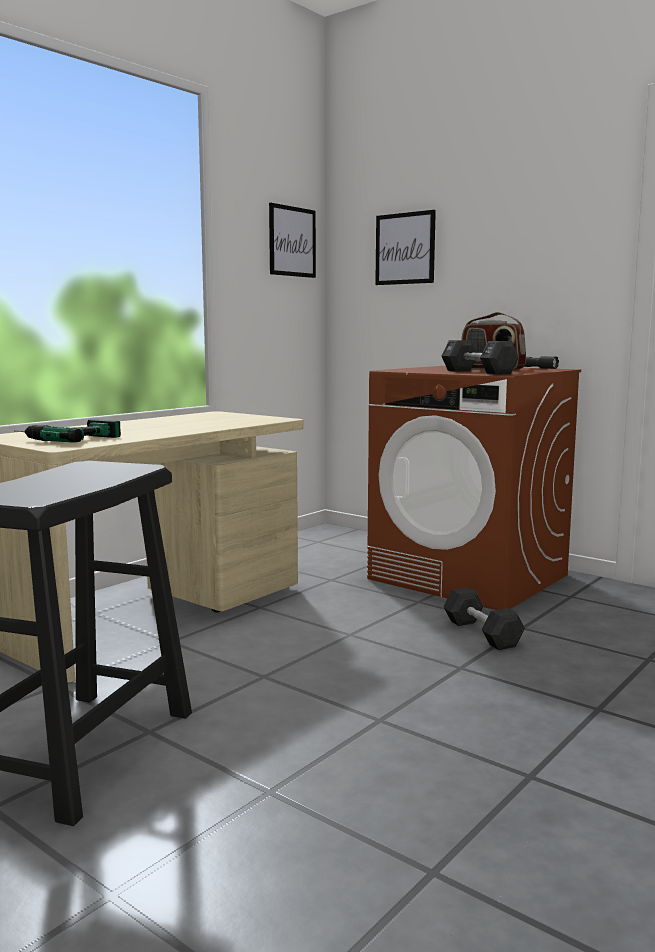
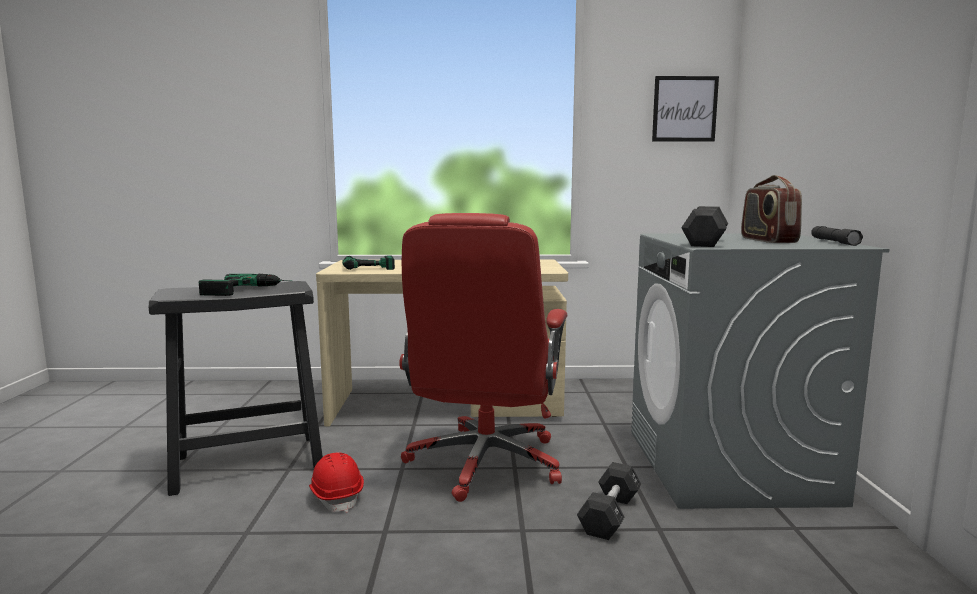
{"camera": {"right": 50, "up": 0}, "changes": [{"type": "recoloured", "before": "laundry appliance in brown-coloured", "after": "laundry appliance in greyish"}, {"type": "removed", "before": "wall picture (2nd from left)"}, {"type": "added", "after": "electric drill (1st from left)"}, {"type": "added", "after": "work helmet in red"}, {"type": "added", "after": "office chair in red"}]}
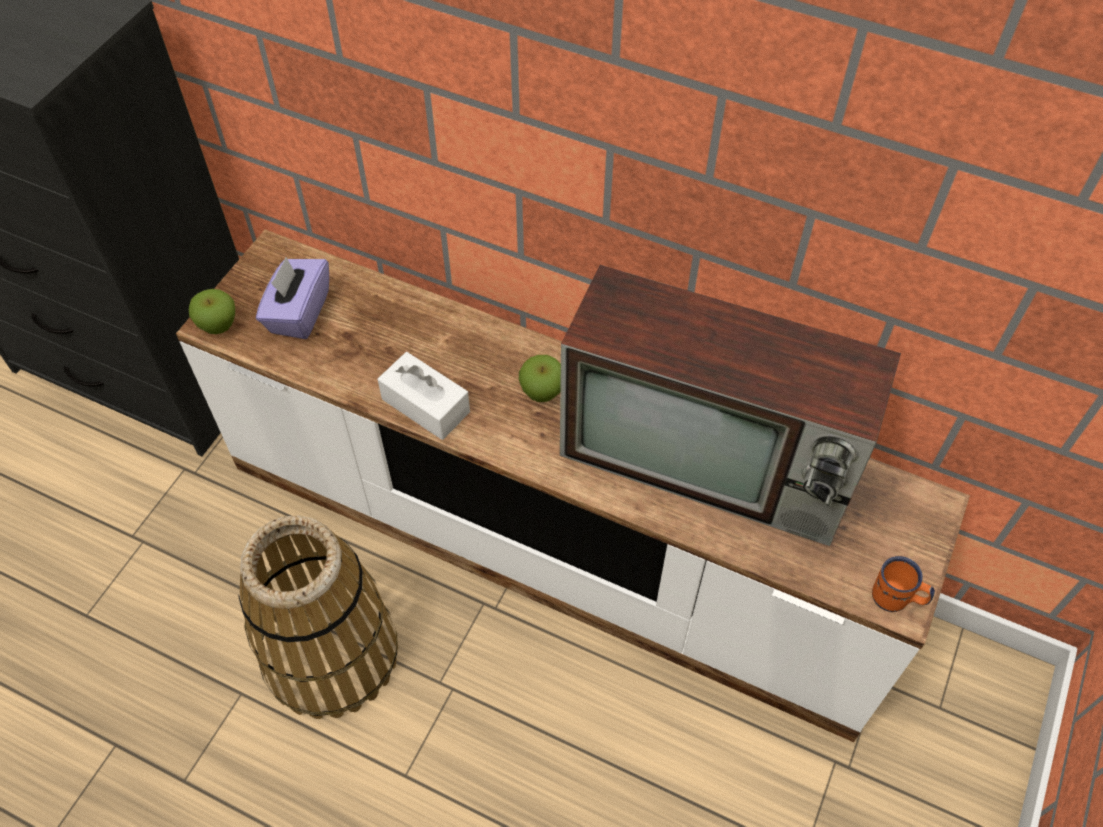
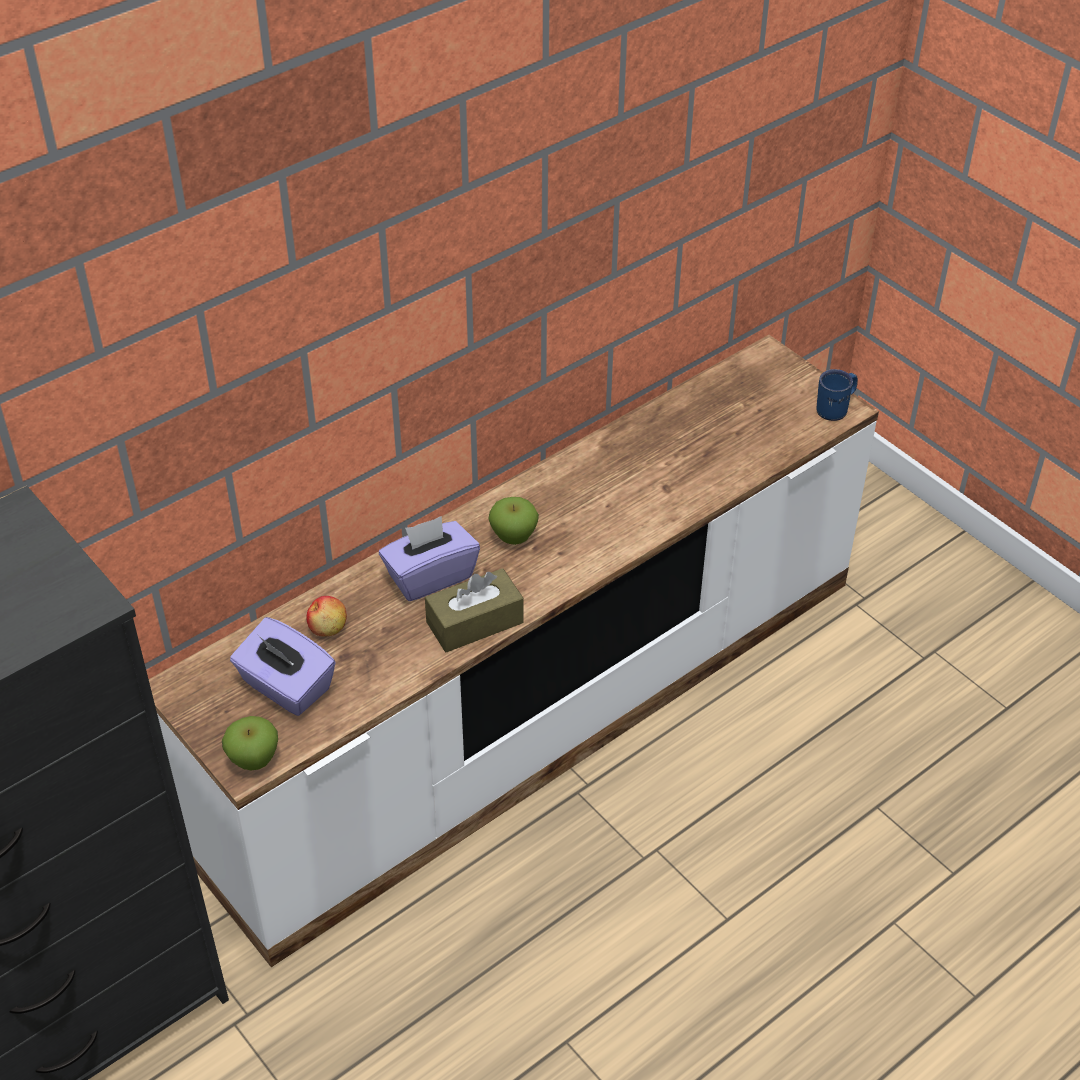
{"camera": {"right": -65, "up": -10}, "changes": [{"type": "removed", "before": "basket"}, {"type": "recoloured", "before": "box of tissues in white-coloured", "after": "box of tissues in brown-coloured"}, {"type": "removed", "before": "TV set"}, {"type": "recoloured", "before": "coffee mug in orange-coloured", "after": "coffee mug in bluish"}, {"type": "added", "after": "apple (2nd from left)"}, {"type": "added", "after": "box of tissues in purple (2nd from left)"}]}
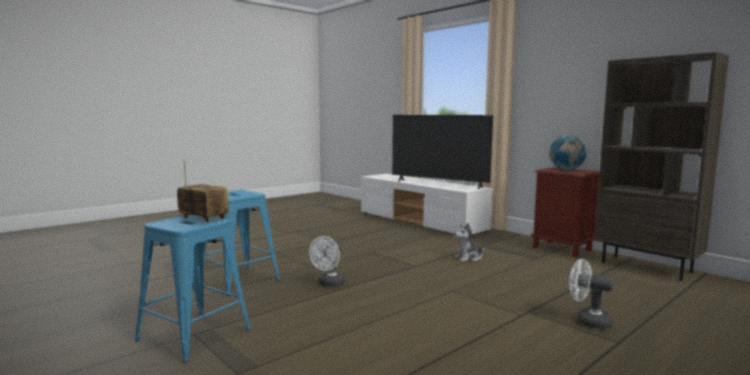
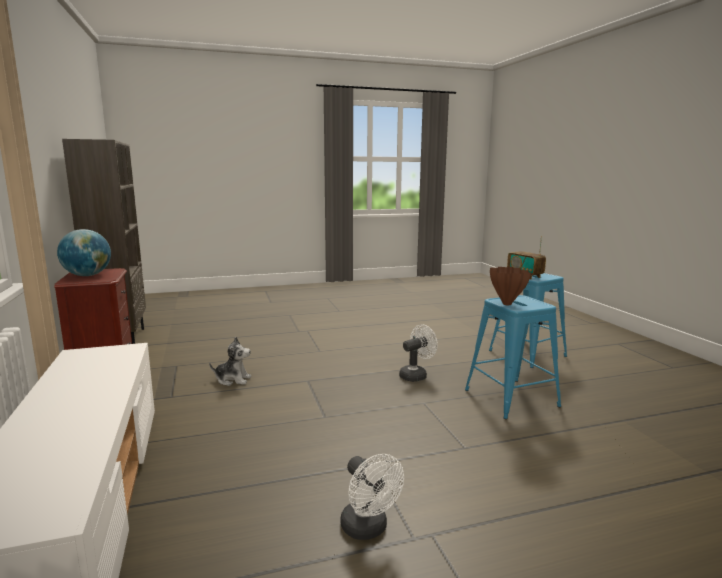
{"camera": {"right": -155, "up": 5}, "changes": [{"type": "removed", "before": "TV set"}, {"type": "moved", "before": "electric fan in white-coloured (2nd from left in the first image)", "after": "electric fan in white-coloured (1st from left)"}, {"type": "added", "after": "flower vase in brown-coloured"}]}
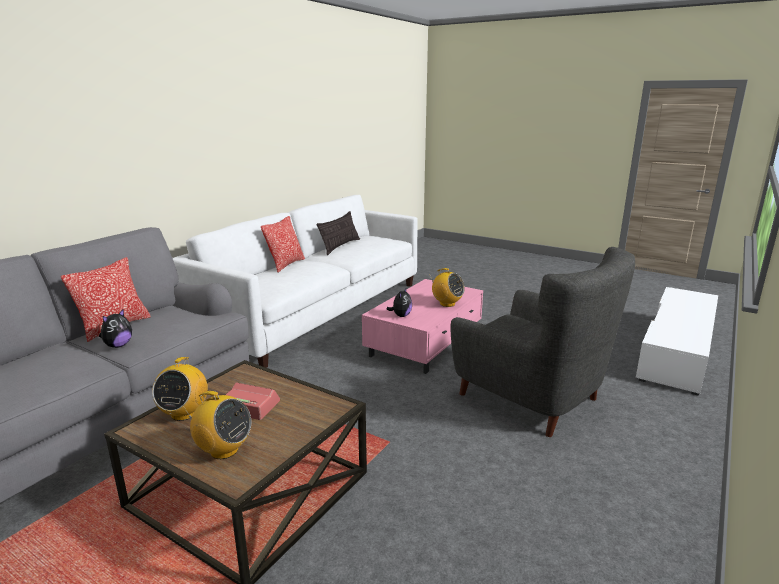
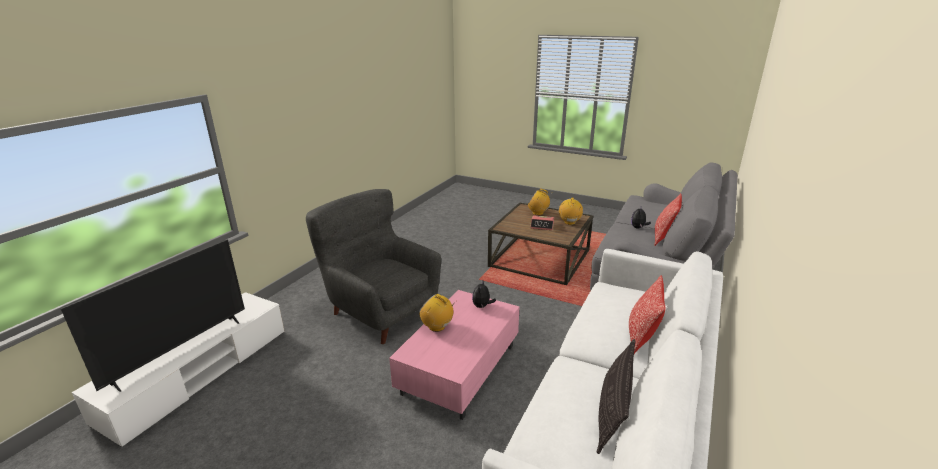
{"camera": {"right": 175, "up": 5}, "changes": [{"type": "added", "after": "TV set"}]}
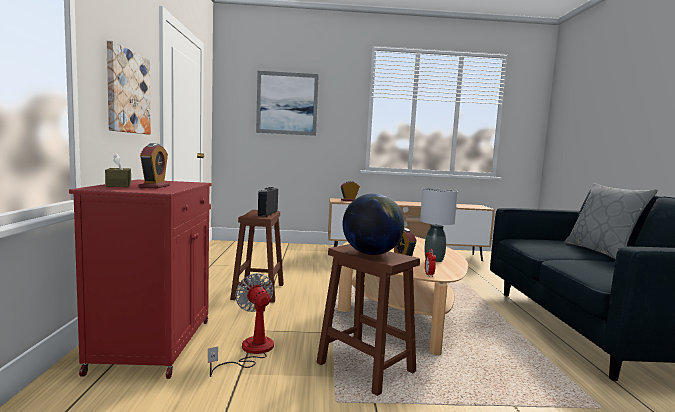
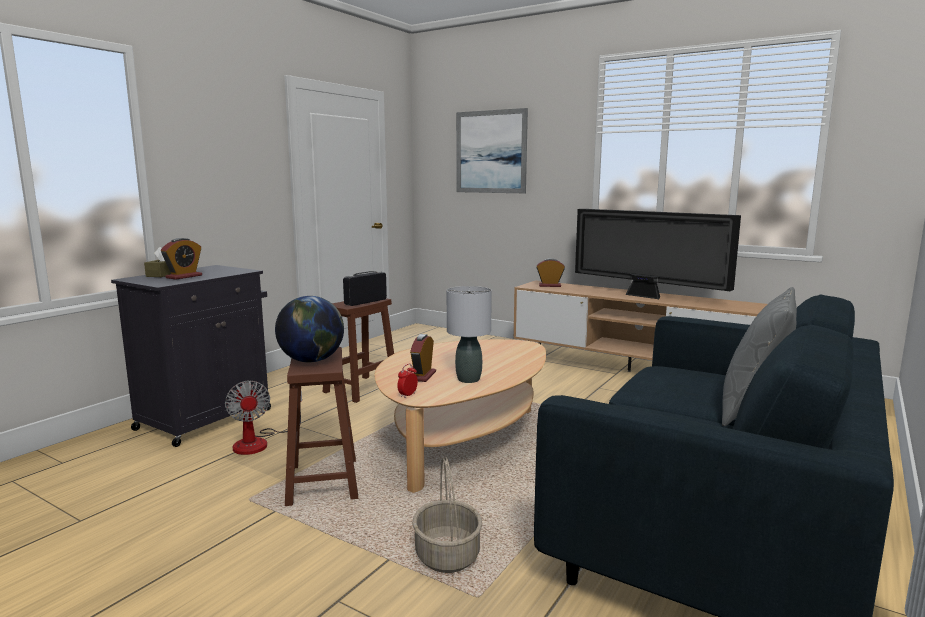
{"camera": {"right": 35, "up": 5}, "changes": [{"type": "recoloured", "before": "cabinet in red", "after": "cabinet in black-coloured"}, {"type": "removed", "before": "wall picture (1st from left)"}, {"type": "turned", "before": "electric fan", "turn": 150}, {"type": "added", "after": "basket"}, {"type": "added", "after": "TV set"}]}
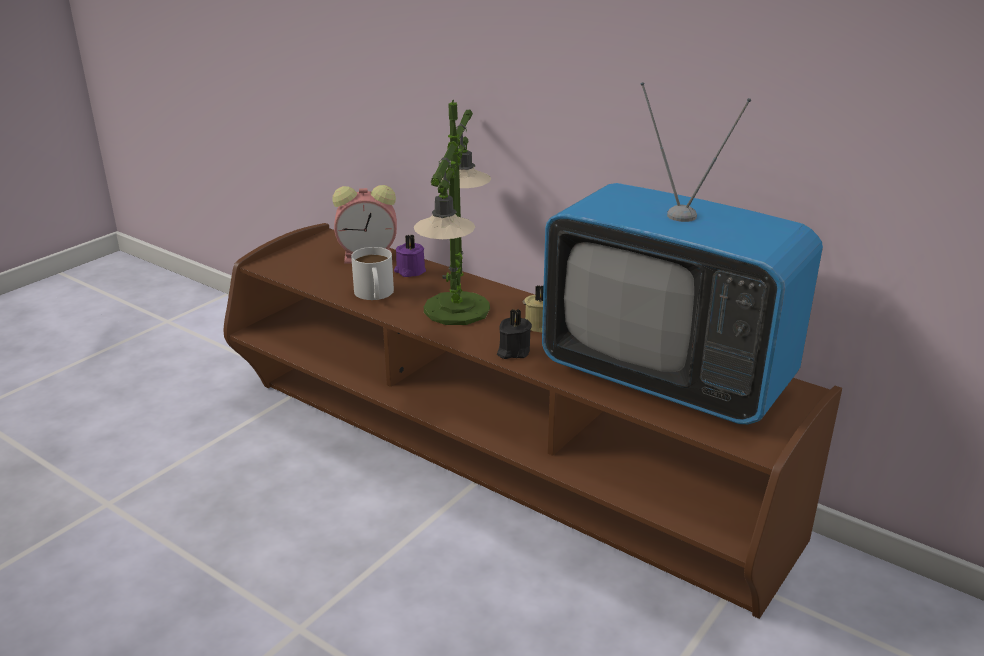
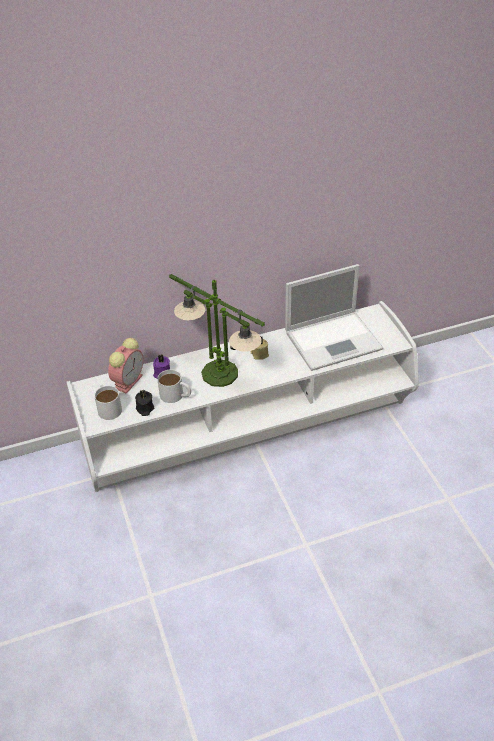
{"camera": {"right": -55, "up": 15}, "changes": [{"type": "recoloured", "before": "media console in brown-coloured", "after": "media console in white-coloured"}, {"type": "moved", "before": "wax light in black-coloured"}, {"type": "replaced", "before": "TV set", "after": "notebook computer"}, {"type": "added", "after": "coffee mug in white-coloured (1st from left)"}]}
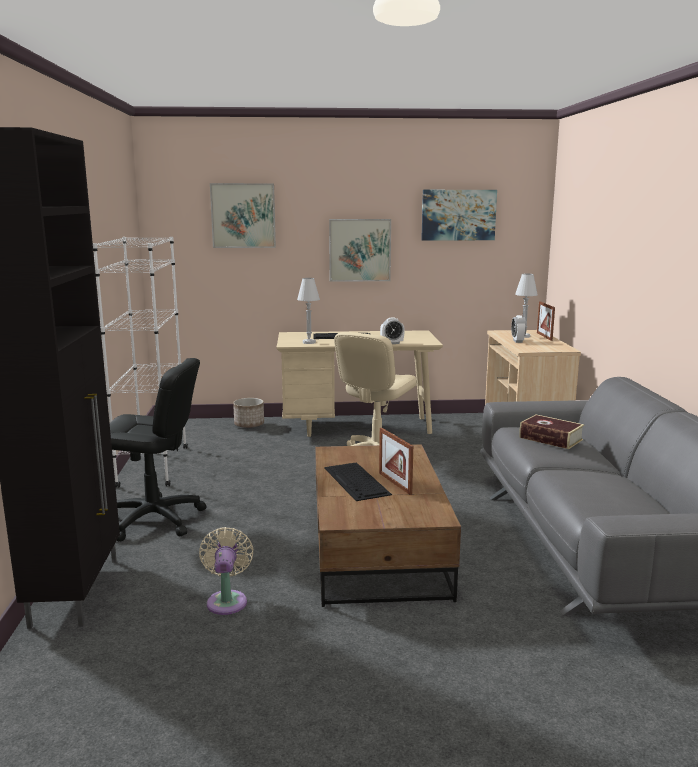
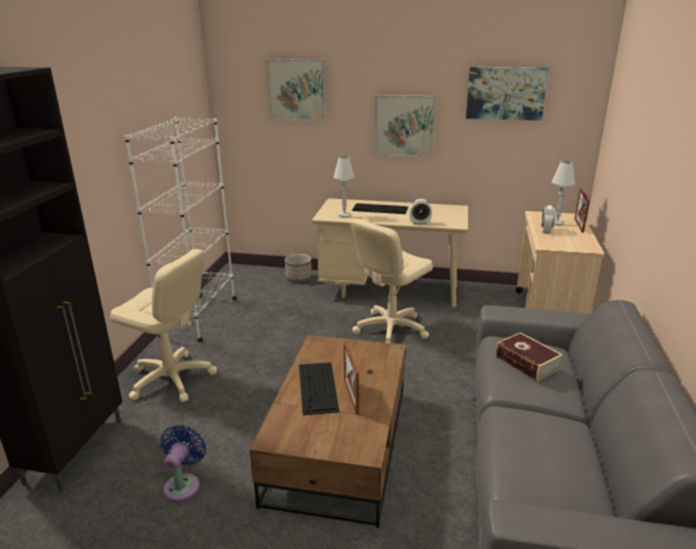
{"camera": {"right": 15, "up": 10}, "changes": [{"type": "recoloured", "before": "office chair in black-coloured", "after": "office chair in sand-coloured (1st from left)"}, {"type": "recoloured", "before": "electric fan in sand-coloured", "after": "electric fan in bluish"}]}
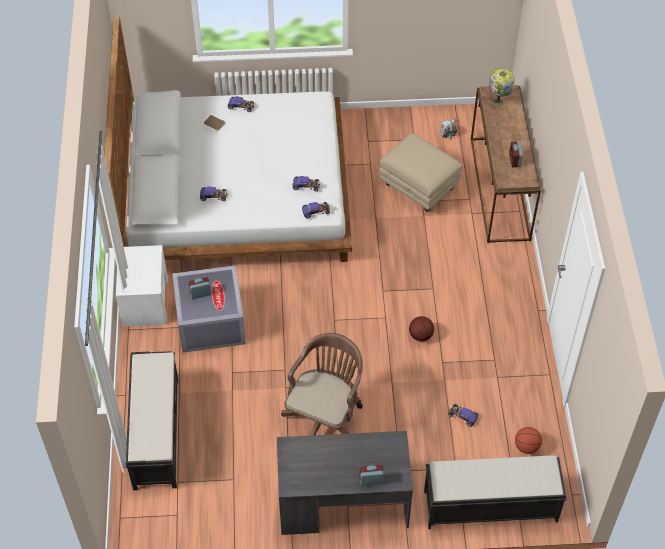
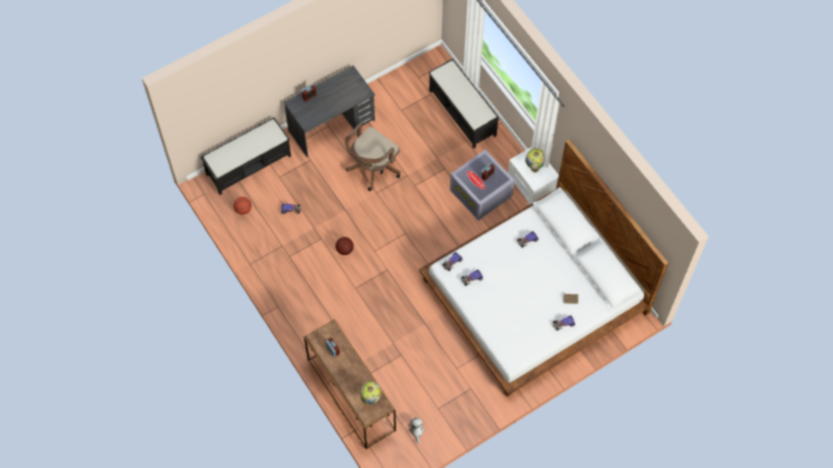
{"camera": {"right": 150, "up": 10}, "changes": [{"type": "turned", "before": "office chair in brown-coloured", "turn": 45}, {"type": "removed", "before": "footrest in sand-coloured"}, {"type": "added", "after": "table lamp (2nd from left)"}]}
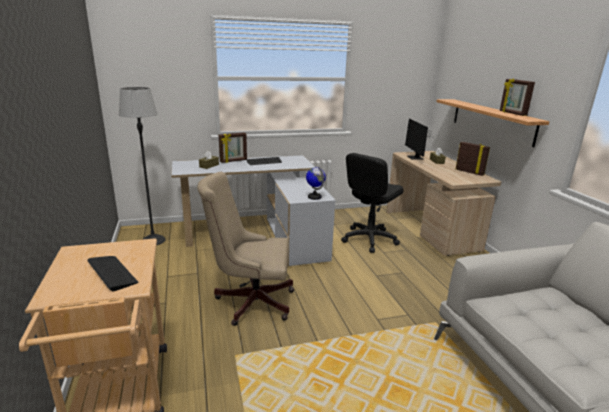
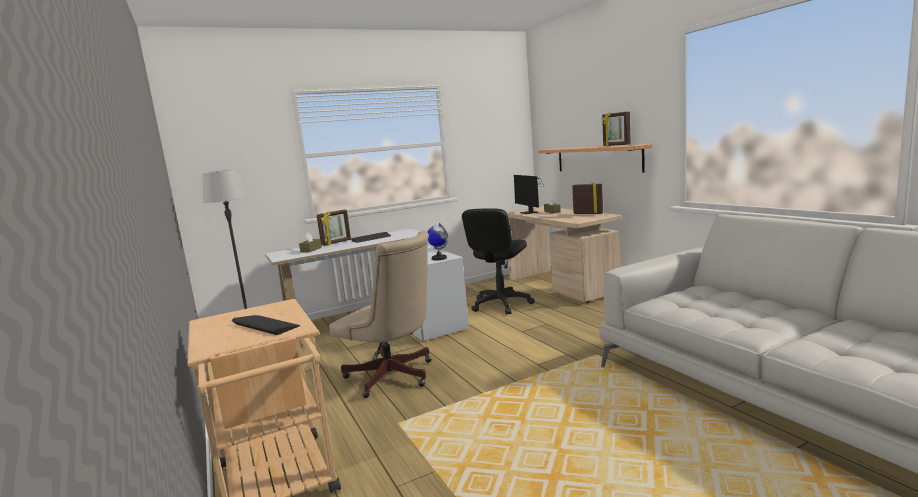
{"camera": {"right": -10, "up": -10}, "changes": [{"type": "turned", "before": "office chair in sand-coloured", "turn": -135}]}
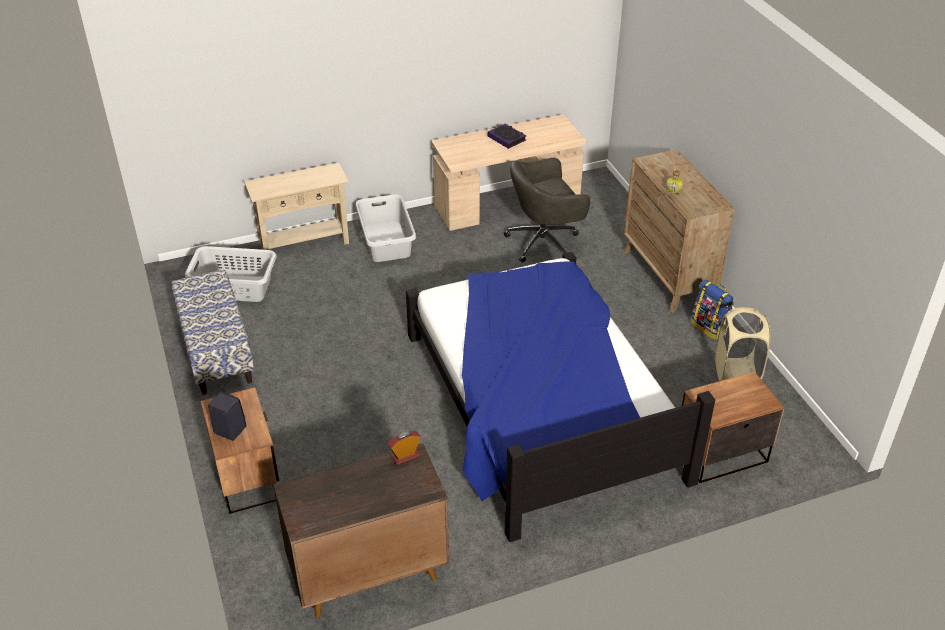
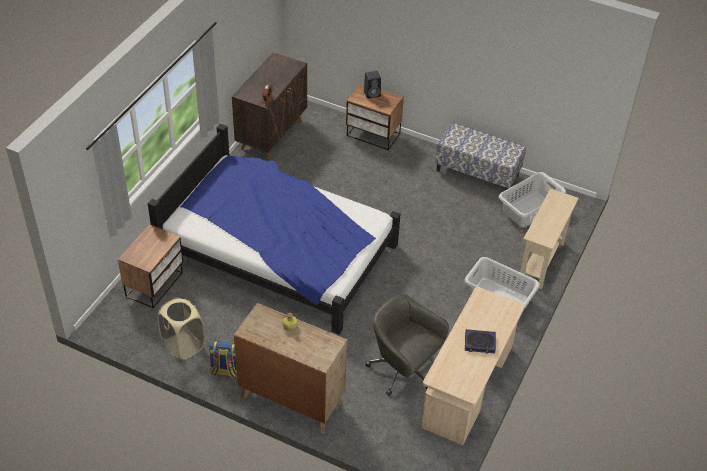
{"camera": {"right": 135, "up": 5}, "changes": [{"type": "turned", "before": "office chair in greyish", "turn": -75}]}
